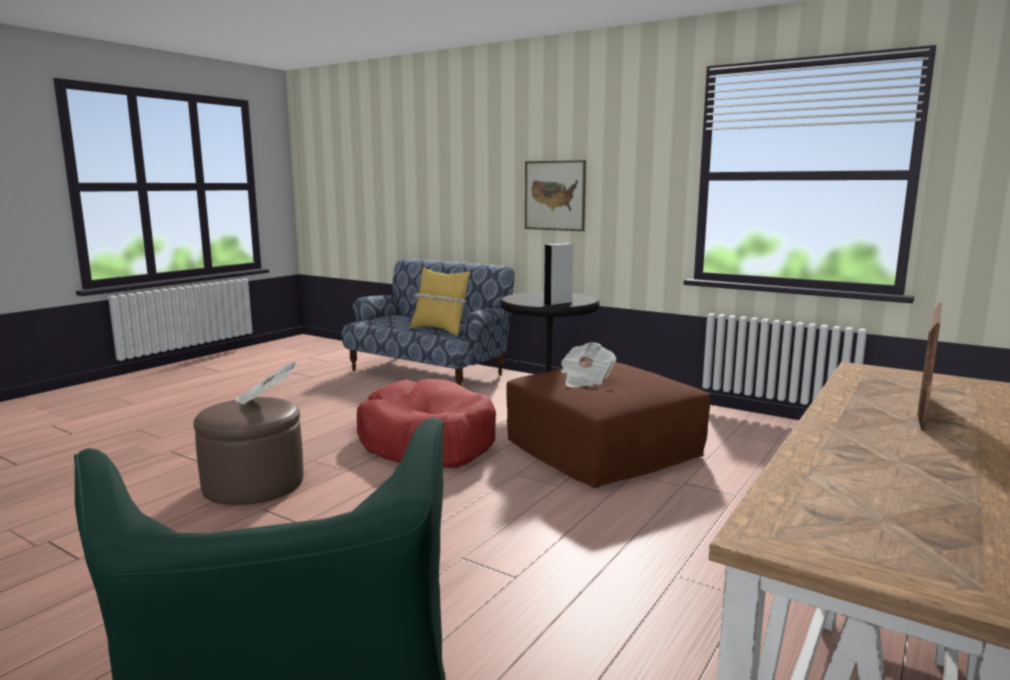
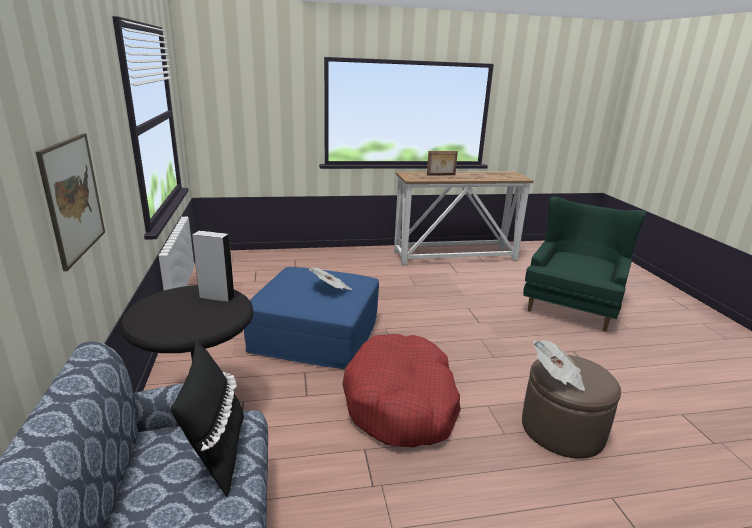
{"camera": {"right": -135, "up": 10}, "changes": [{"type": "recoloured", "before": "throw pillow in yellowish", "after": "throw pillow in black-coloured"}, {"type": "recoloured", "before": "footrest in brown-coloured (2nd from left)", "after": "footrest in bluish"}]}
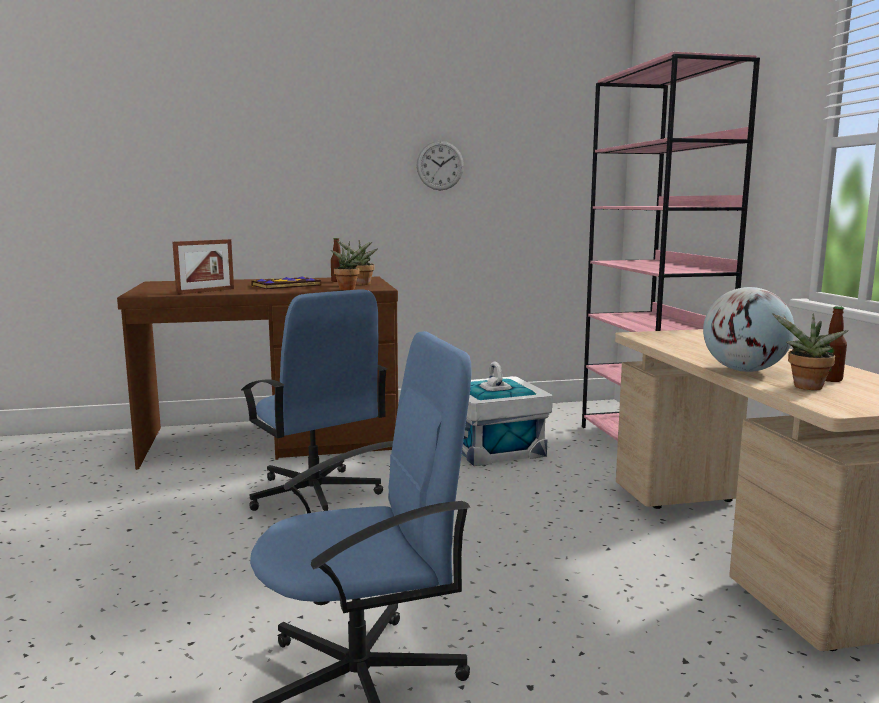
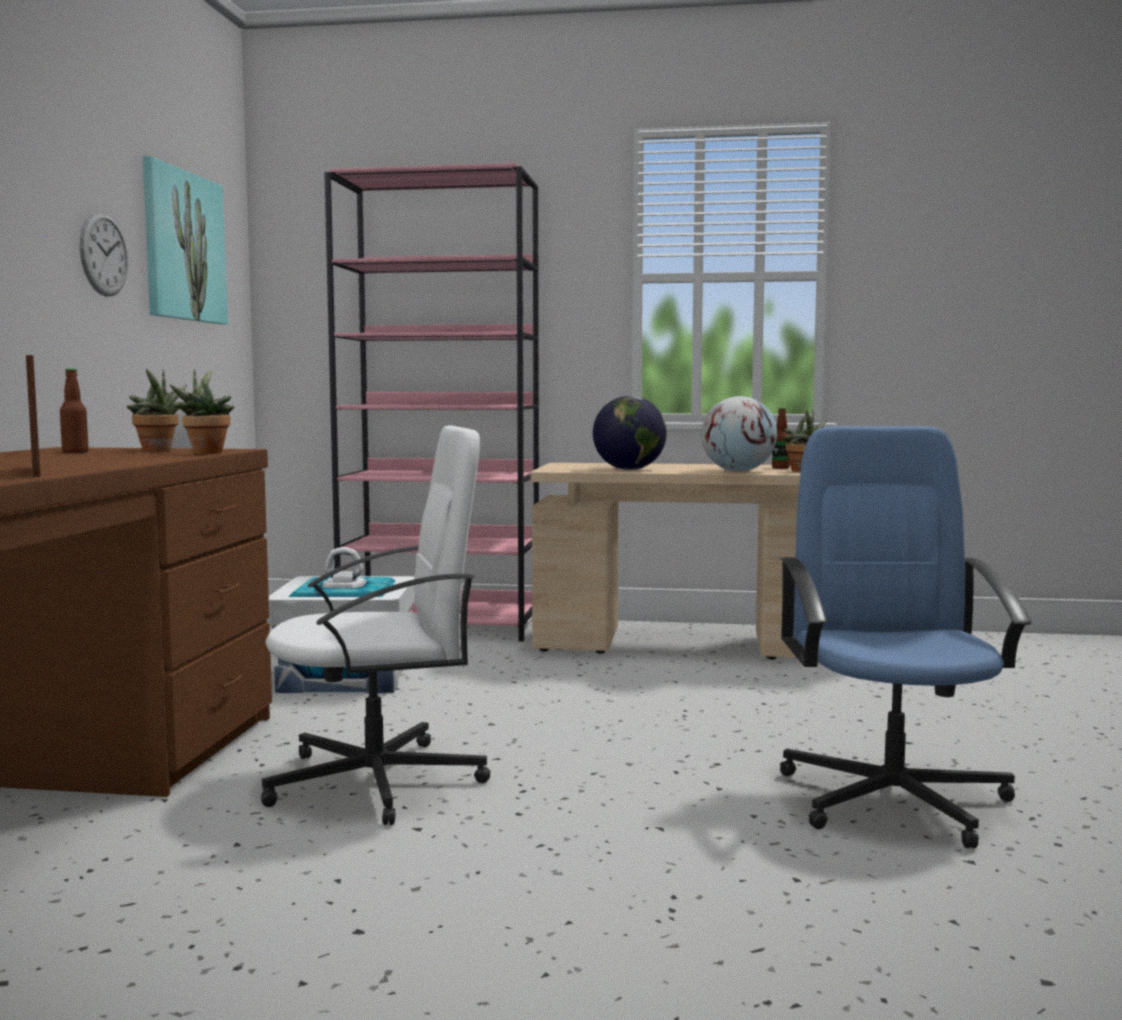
{"camera": {"right": -70, "up": -5}, "changes": [{"type": "recoloured", "before": "office chair in bluish (1st from left)", "after": "office chair in white-coloured"}, {"type": "removed", "before": "bound book"}, {"type": "added", "after": "wall picture"}, {"type": "added", "after": "globe (1st from left)"}]}
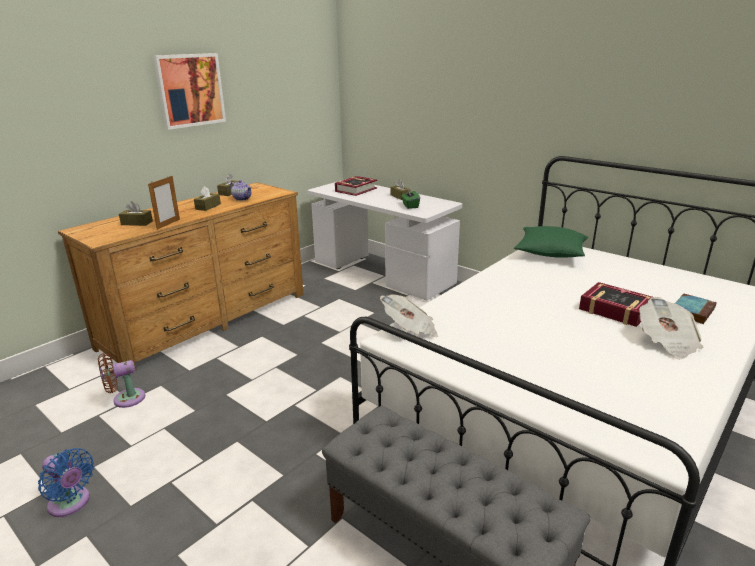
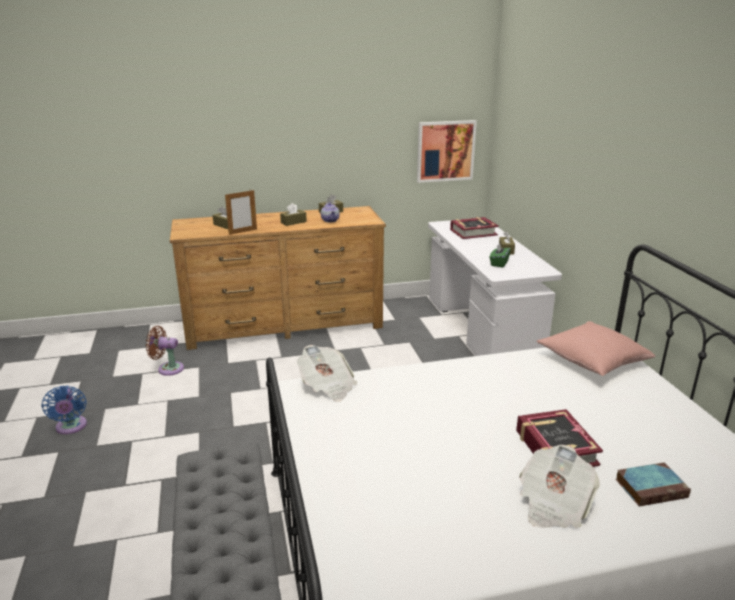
{"camera": {"right": 35, "up": 0}, "changes": [{"type": "moved", "before": "wall picture"}, {"type": "recoloured", "before": "throw pillow in greenish", "after": "throw pillow in pink-coloured"}]}
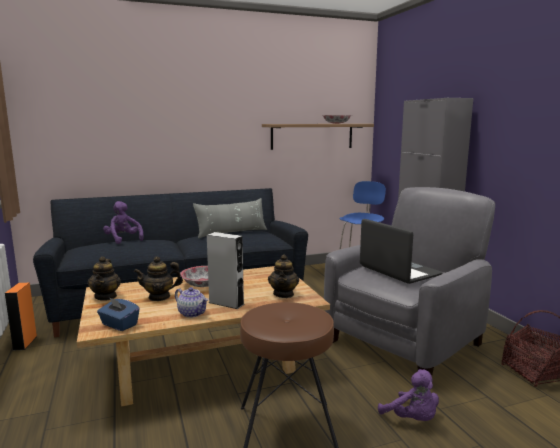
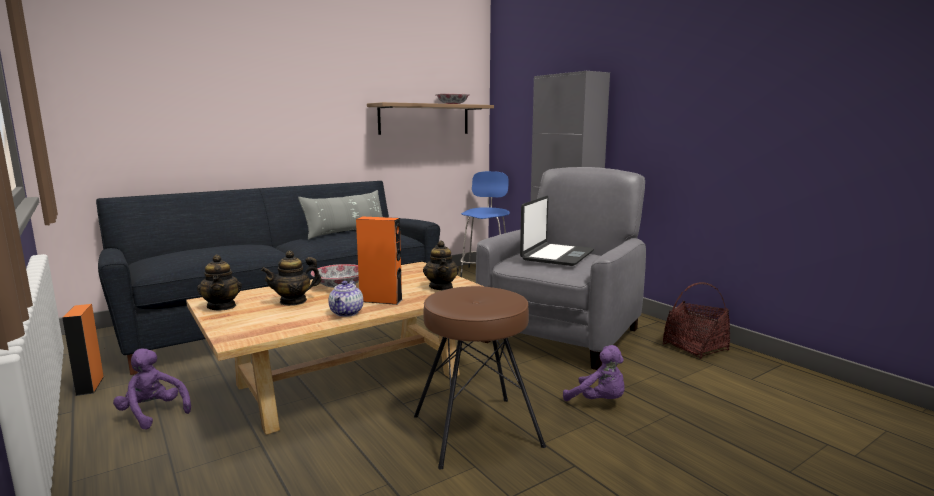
{"camera": {"right": -15, "up": 0}, "changes": [{"type": "removed", "before": "box of tissues in bluish"}, {"type": "moved", "before": "soft toy in purple (1st from left)"}, {"type": "turned", "before": "tea pot (3rd from left)", "turn": 75}, {"type": "recoloured", "before": "loudspeaker in greyish", "after": "loudspeaker in orange-coloured (2nd from left)"}, {"type": "turned", "before": "notebook computer", "turn": 75}]}
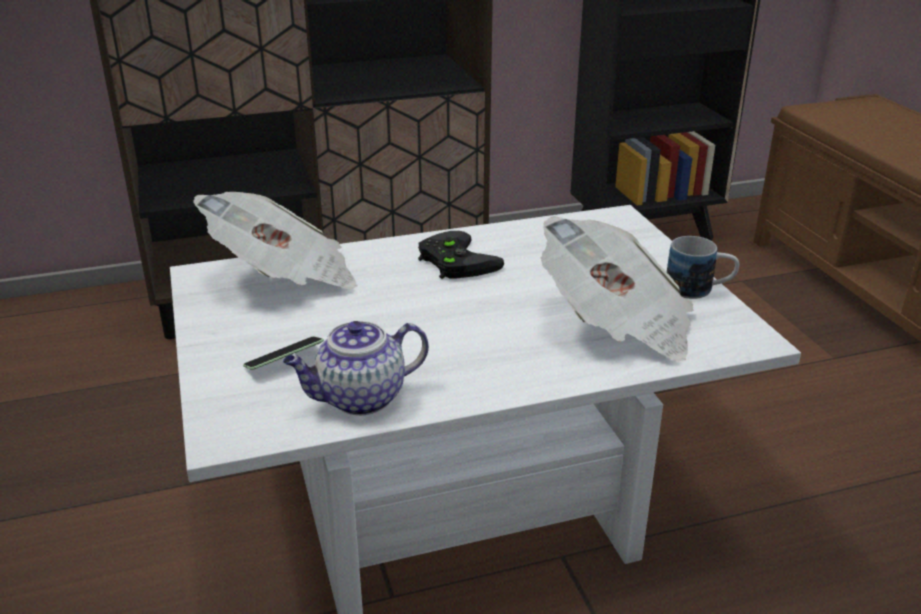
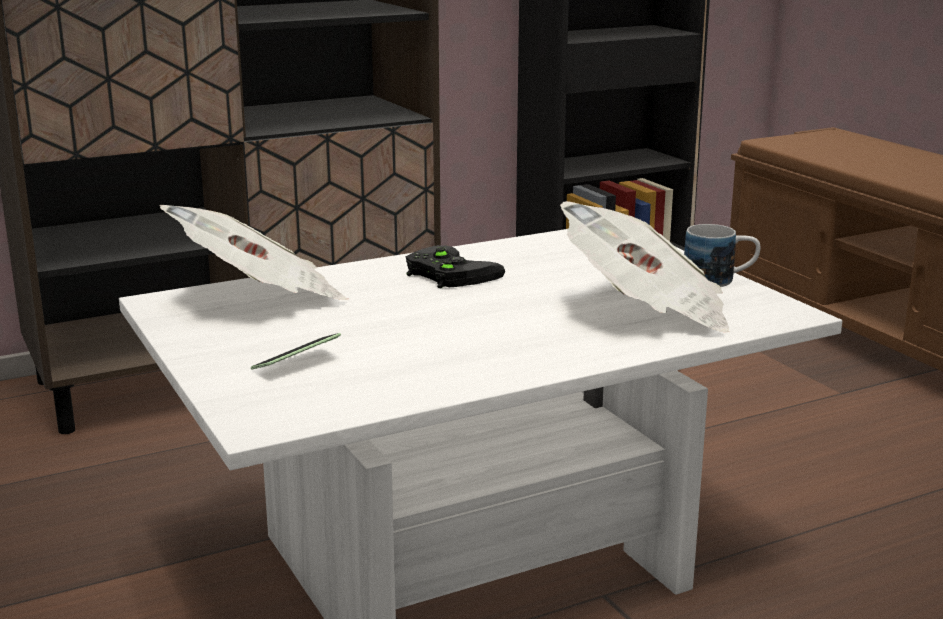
{"camera": {"right": -10, "up": -10}, "changes": [{"type": "removed", "before": "tea pot"}]}
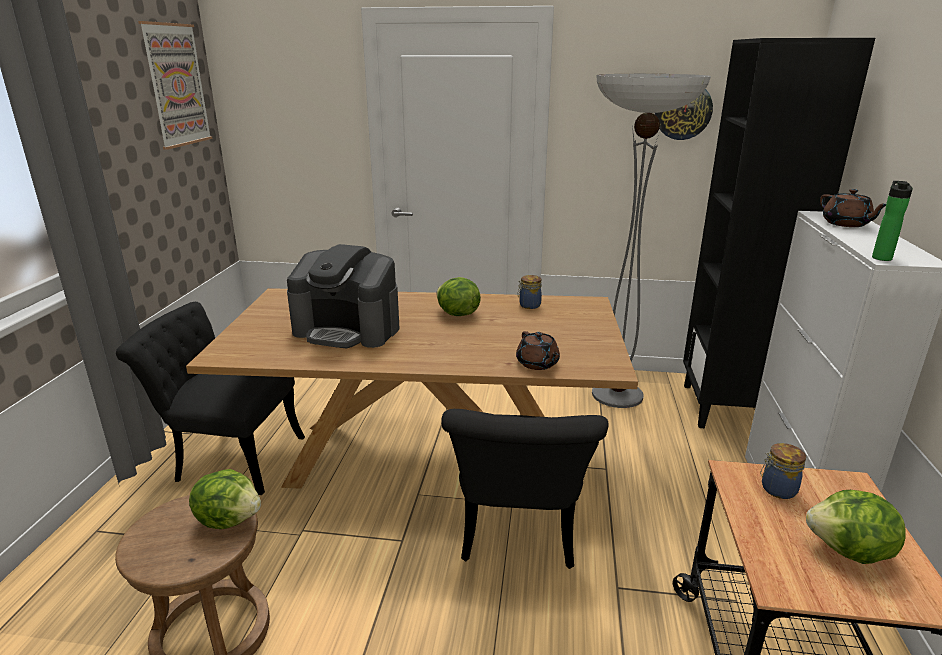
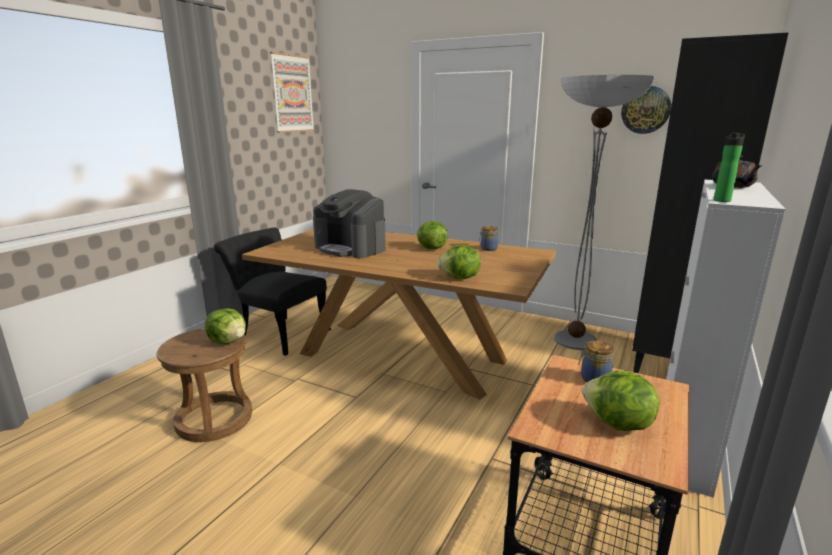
{"camera": {"right": 20, "up": -5}, "changes": [{"type": "removed", "before": "chair in black-coloured (2nd from left)"}, {"type": "replaced", "before": "tea pot in brown-coloured (1st from left)", "after": "head of lettuce (3rd from left)"}]}
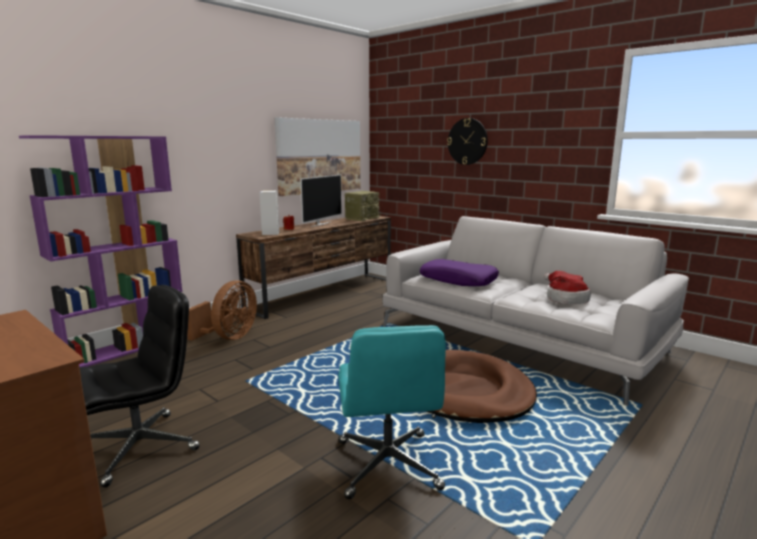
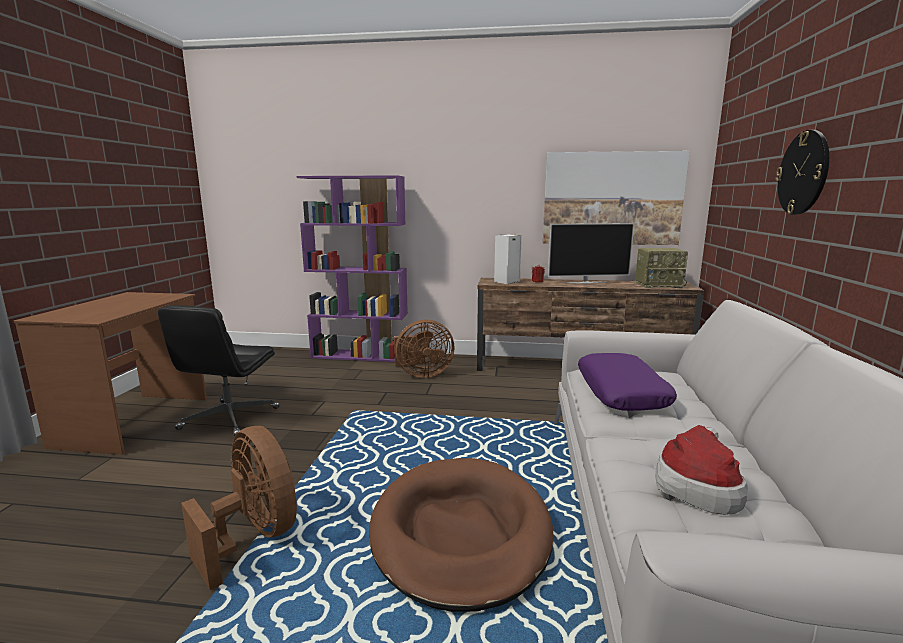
{"camera": {"right": 55, "up": 0}, "changes": [{"type": "turned", "before": "office chair in black-coloured", "turn": 90}, {"type": "replaced", "before": "office chair in blue-green", "after": "electric fan in brown-coloured (1st from left)"}]}
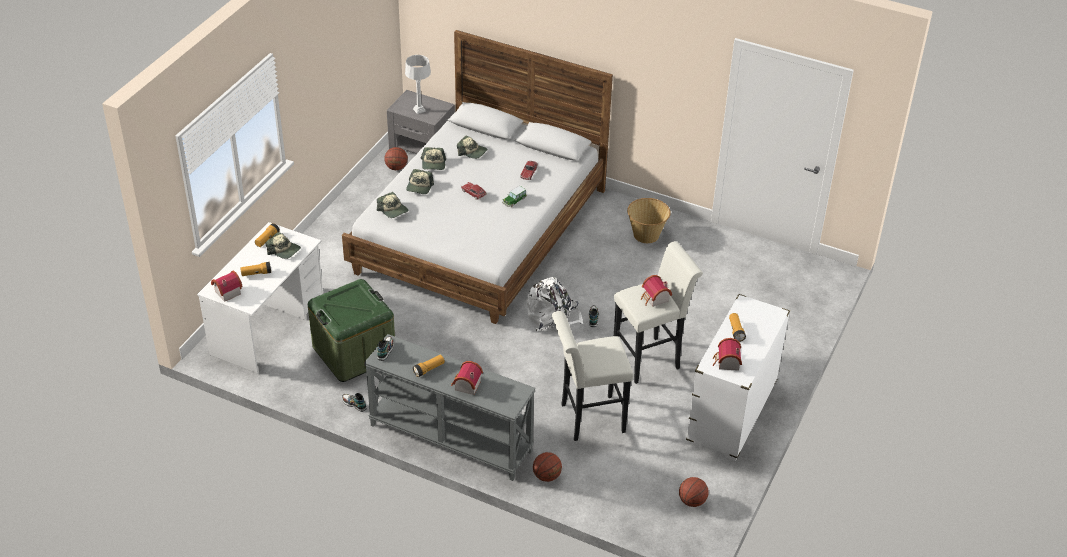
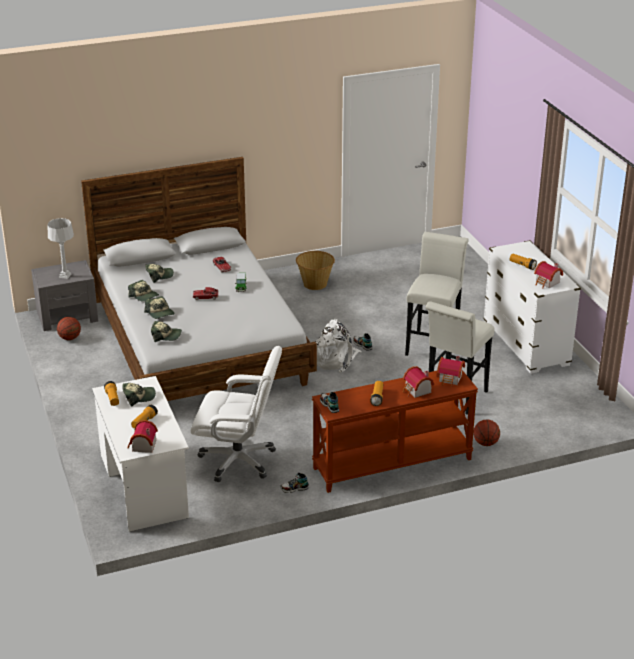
{"camera": {"right": -45, "up": -10}, "changes": [{"type": "replaced", "before": "storage box in greenish", "after": "office chair in white-coloured"}, {"type": "recoloured", "before": "console table in greyish", "after": "console table in brown-coloured"}, {"type": "moved", "before": "model house (3rd from left)"}, {"type": "removed", "before": "ball for basketball (3rd from left)"}]}
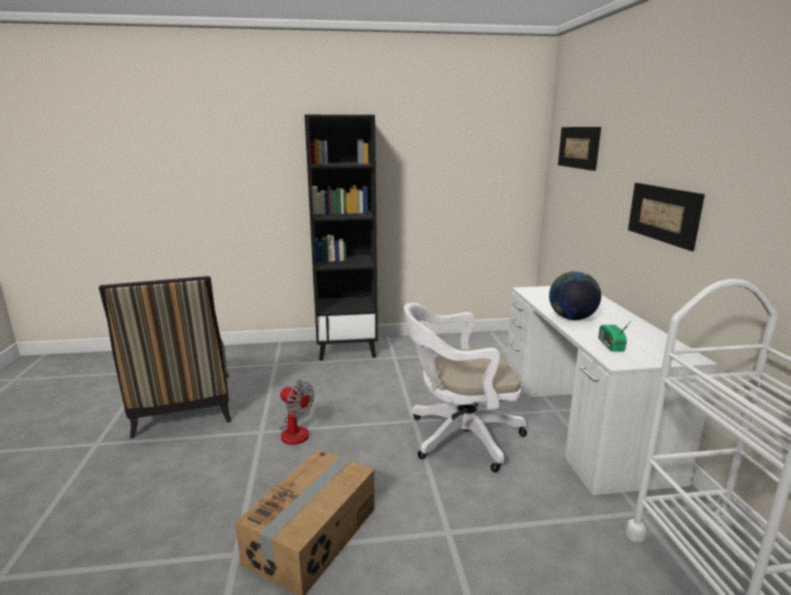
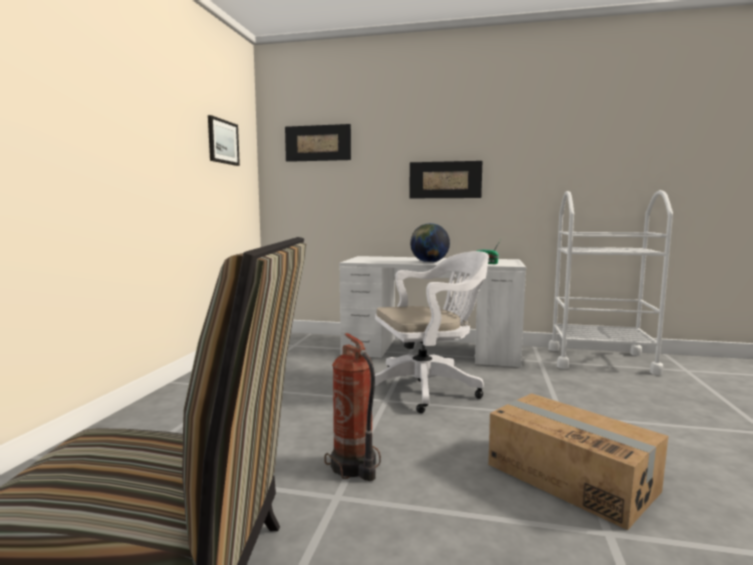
{"camera": {"right": -70, "up": -10}, "changes": [{"type": "replaced", "before": "electric fan", "after": "fire-fighting cylinder"}, {"type": "removed", "before": "bookcase in black-coloured"}, {"type": "turned", "before": "office chair in white-coloured", "turn": -120}, {"type": "added", "after": "wall picture (1st from left)"}]}
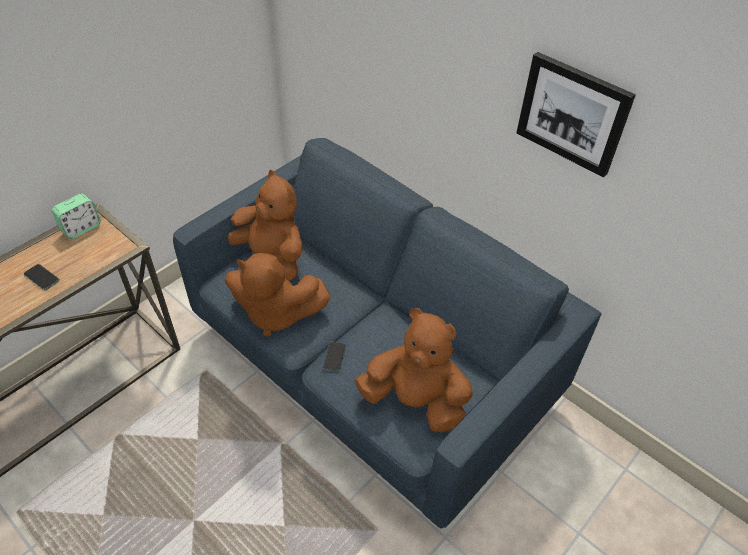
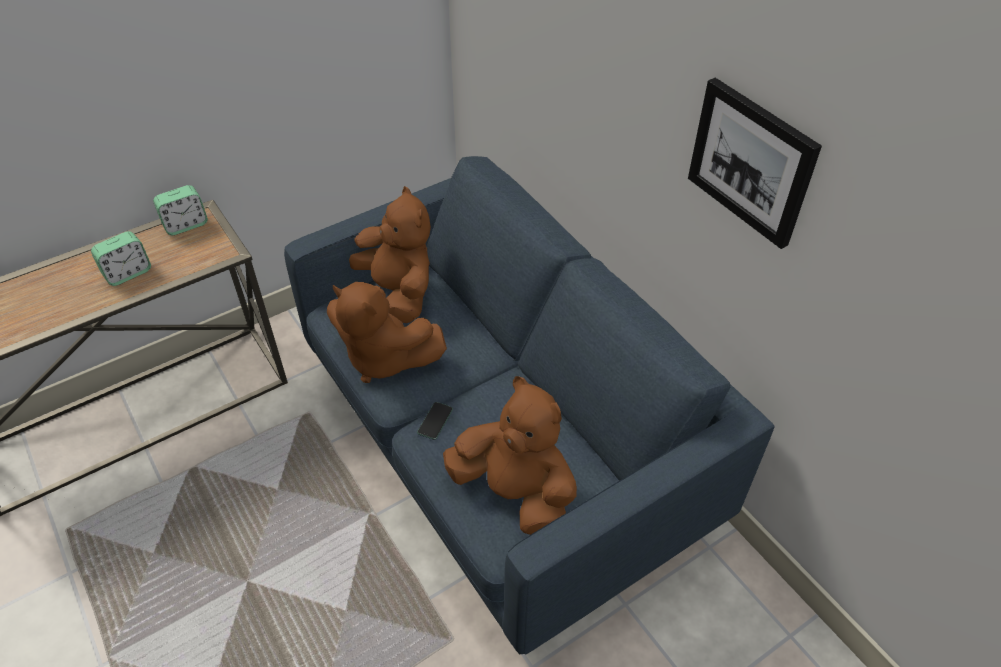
{"camera": {"right": 15, "up": 0}, "changes": [{"type": "replaced", "before": "telephone (1st from left)", "after": "table clock (1st from left)"}]}
